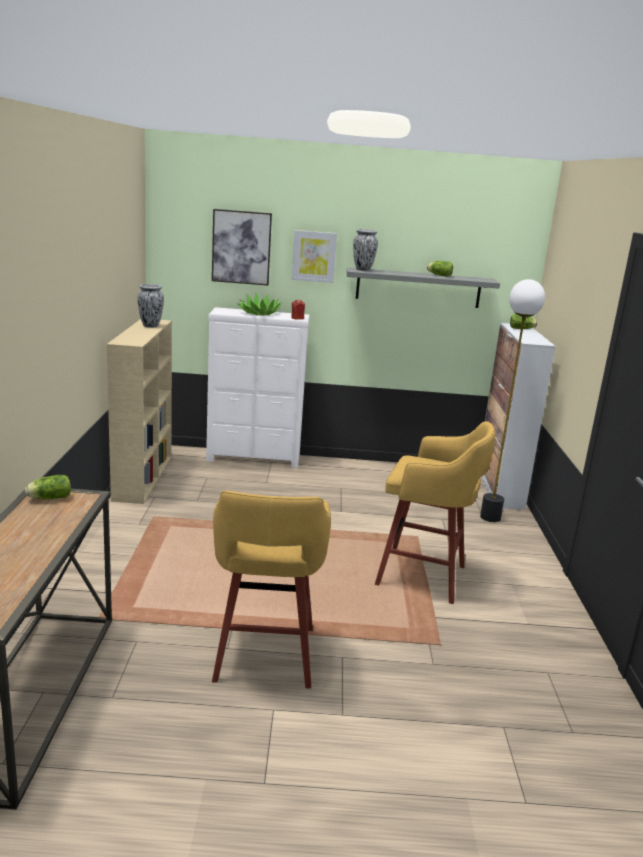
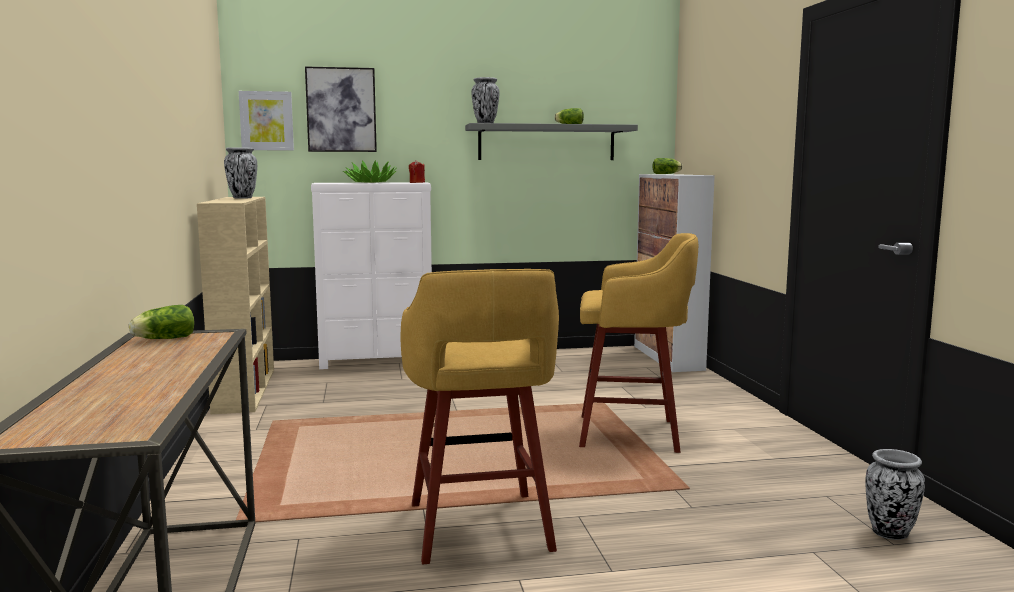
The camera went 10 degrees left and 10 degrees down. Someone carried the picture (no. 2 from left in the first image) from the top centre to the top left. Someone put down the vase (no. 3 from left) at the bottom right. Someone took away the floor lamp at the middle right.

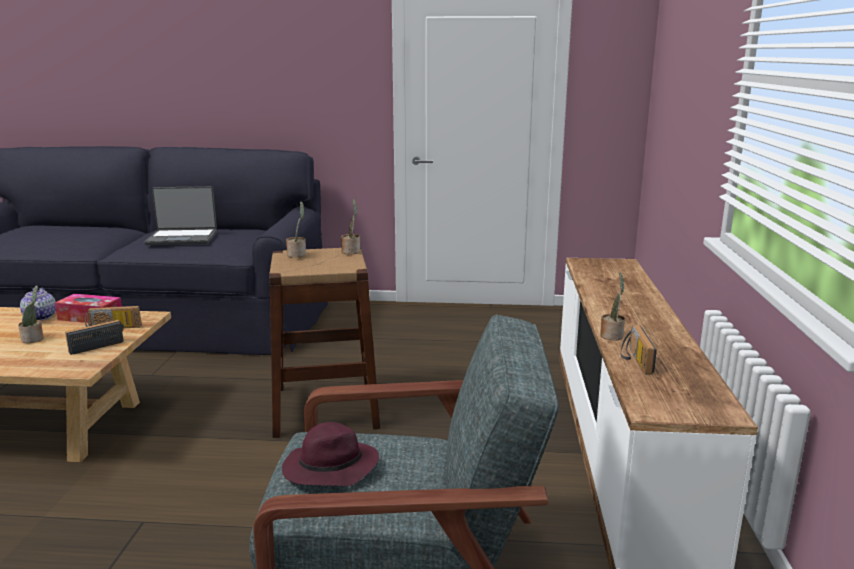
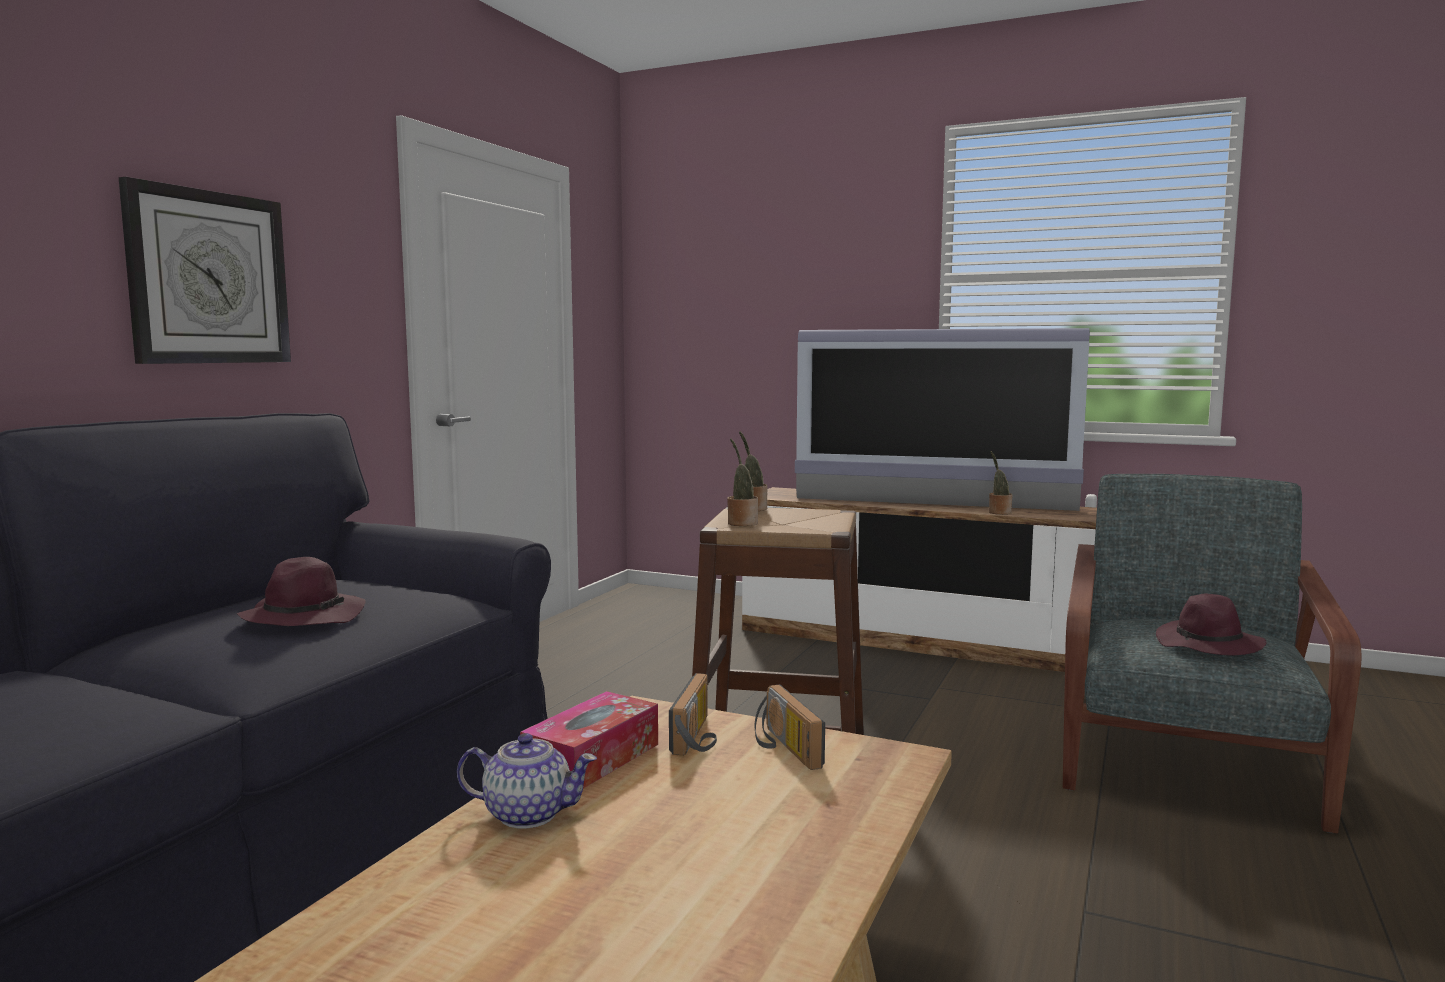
The camera went 70 degrees left and 10 degrees down. Someone put up the wall clock at the top left. Someone swapped the laptop at the middle left for the purple hat (no. 1 from left) at the middle left. Someone put down the television at the centre. Someone took away the potted plant (no. 1 from left) at the middle left. Someone took away the radio (no. 3 from left) at the middle right.

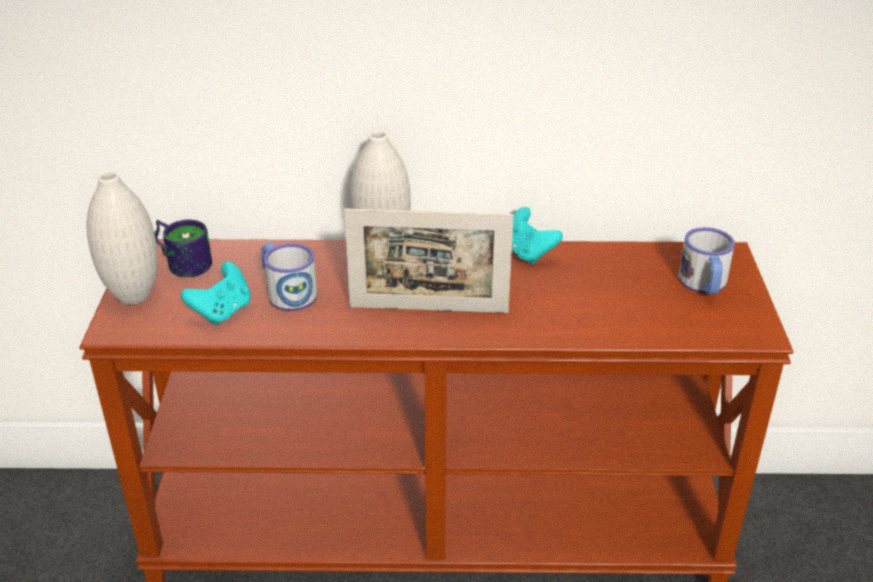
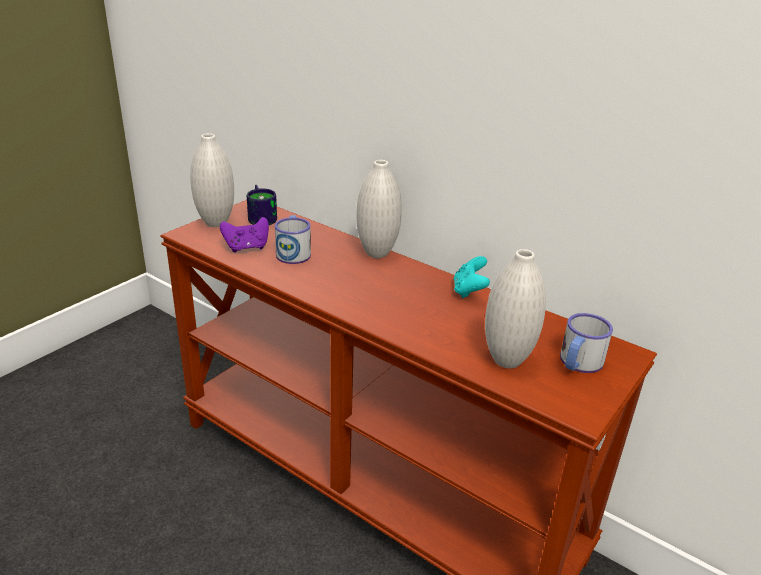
The camera went 35 degrees right and 5 degrees down. Someone repainted the turquoise game controller (no. 1 from left) at the middle left, which became the purple game controller at the middle left. Someone put down the white vase (no. 3 from left) at the middle right. Someone took away the picture frame at the centre.

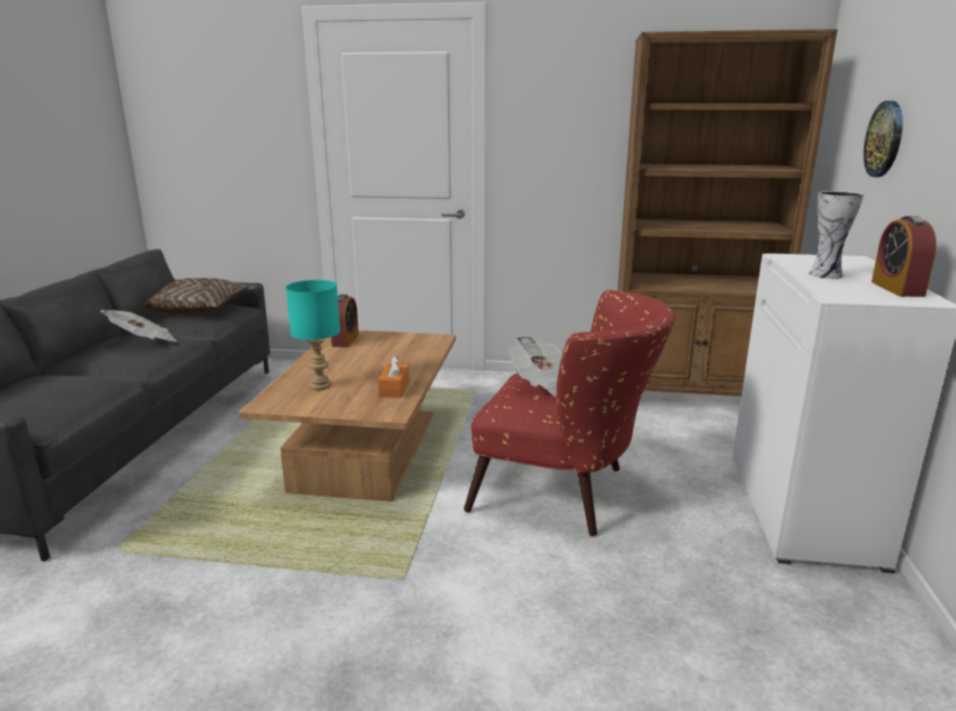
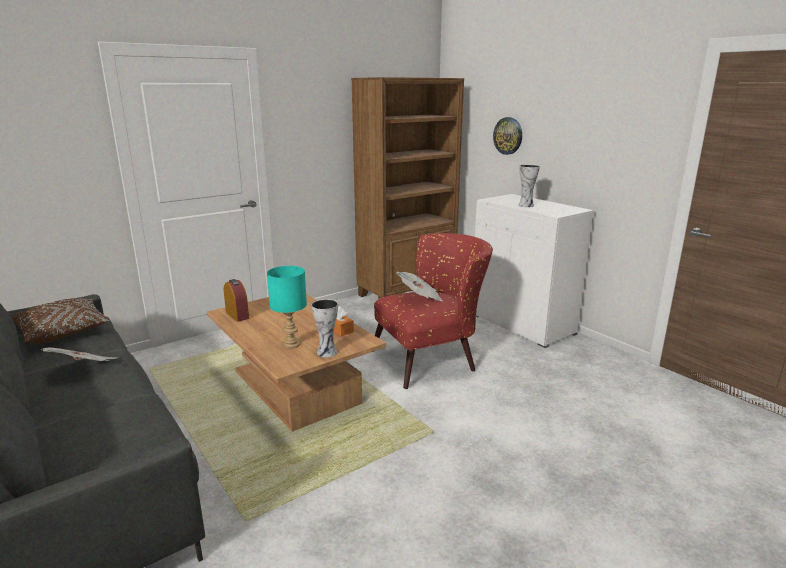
The camera went 45 degrees left and 0 degrees up. Someone put down the vase (no. 1 from left) at the centre. Someone took away the alarm clock (no. 2 from left) at the middle right.

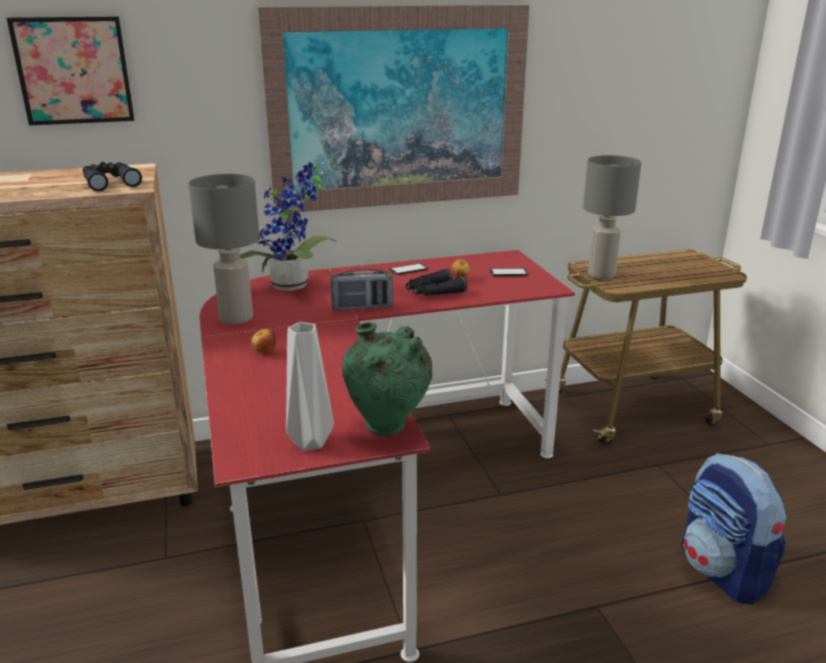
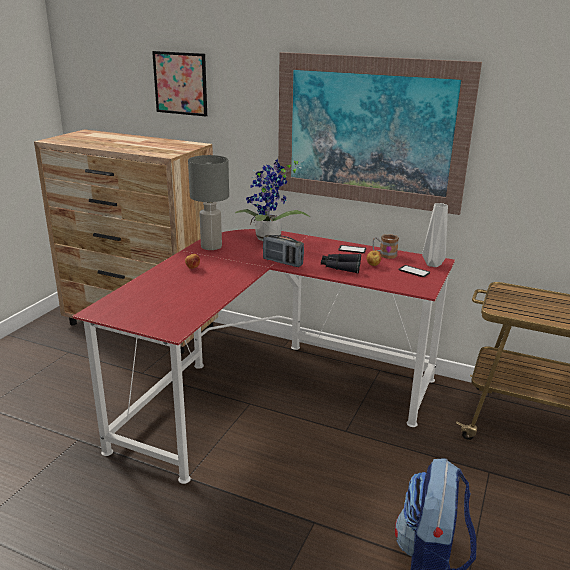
The camera went 40 degrees right and 0 degrees up. Someone put down the mug at the middle right. Someone carried the grey vase from the centre to the middle right. Someone took away the black binoculars (no. 1 from left) at the top left. Someone took away the green vase at the centre. Someone took away the grey table lamp (no. 2 from left) at the top right.

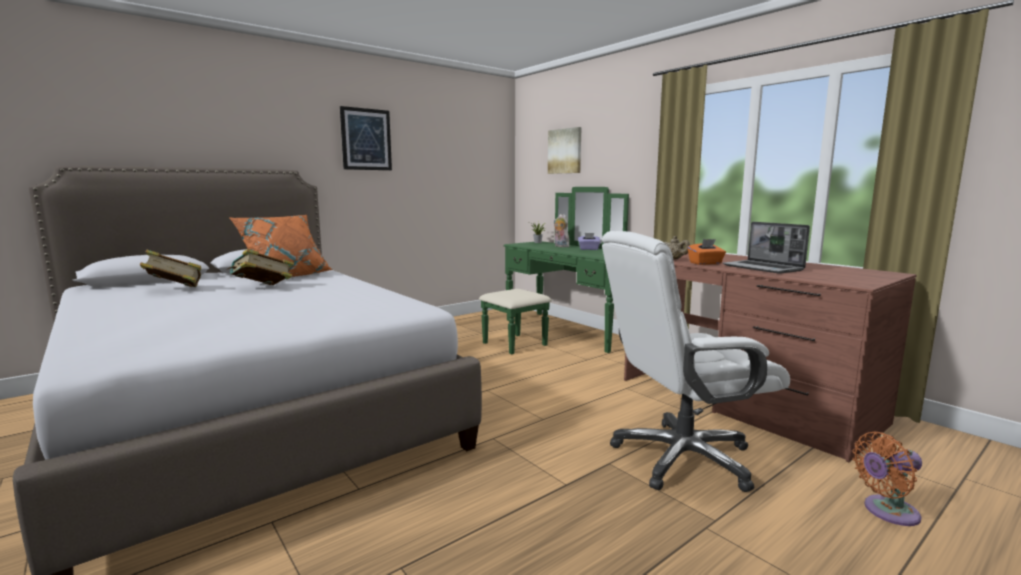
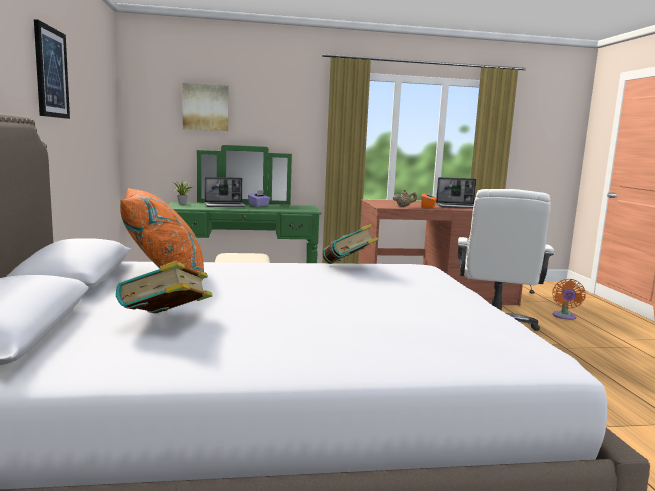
The camera went 60 degrees left and 0 degrees up. Someone swapped the plush toy at the centre for the laptop (no. 1 from left) at the centre. Someone carried the book (no. 2 from left) from the middle left to the centre.

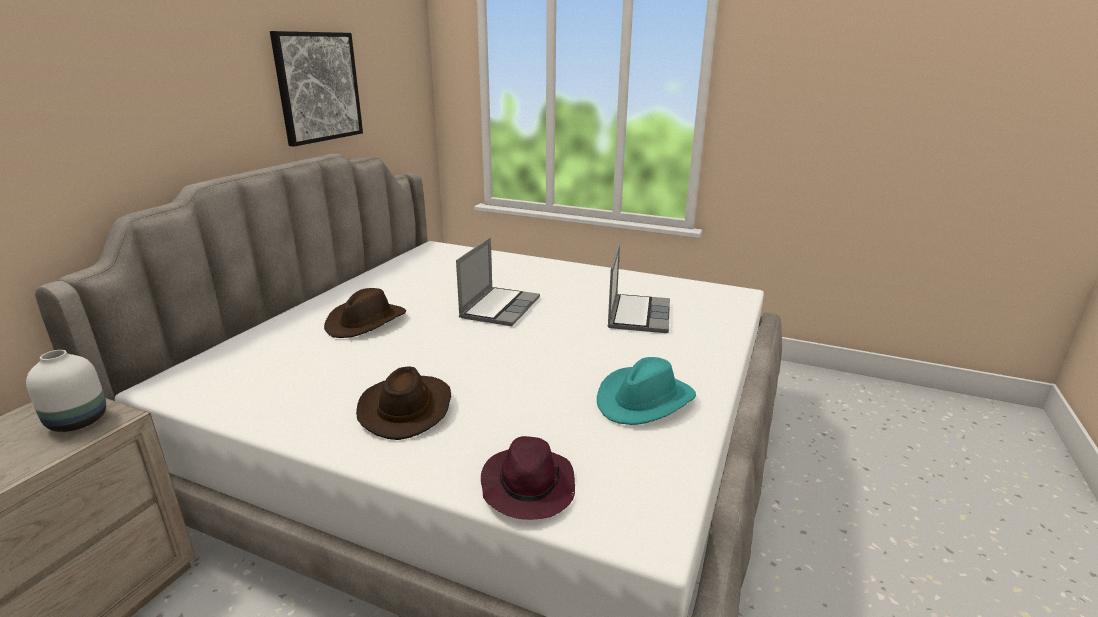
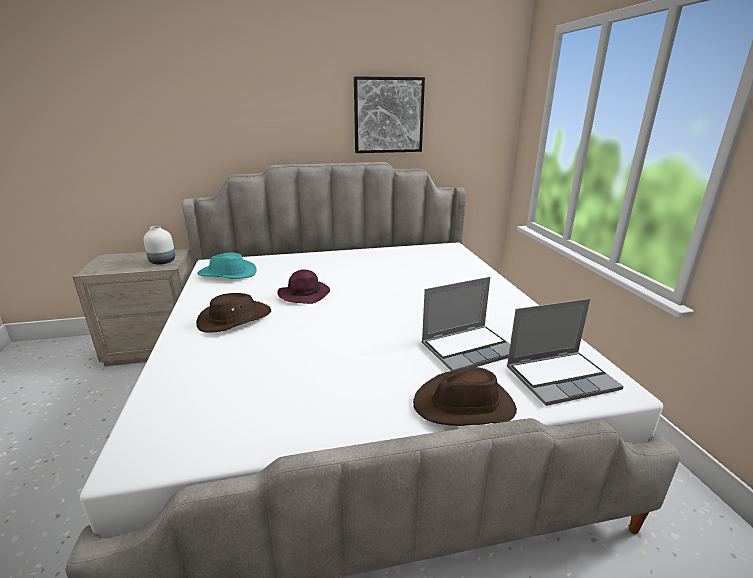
The camera went 55 degrees right and 0 degrees up. Someone carried the turquoise hat from the centre to the middle left. Someone carried the purple hat from the bottom centre to the centre. Someone carried the brown hat (no. 1 from left in the first image) from the middle left to the bottom centre. Someone carried the laptop (no. 1 from left in the first image) from the centre to the middle right.

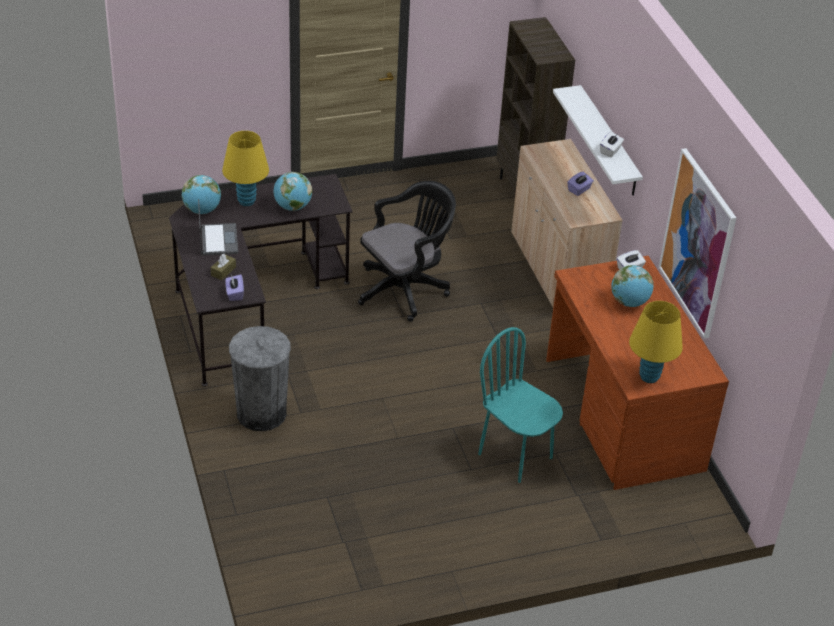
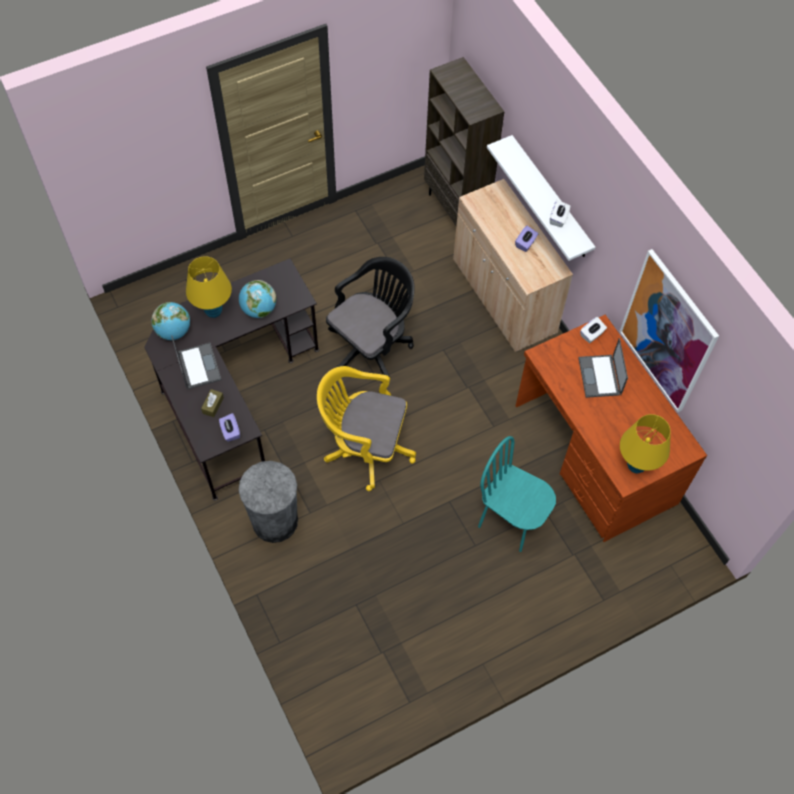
The camera went 10 degrees left and 20 degrees up. Someone put down the yellow office chair at the centre. Someone swapped the globe (no. 3 from left) at the middle right for the laptop (no. 2 from left) at the middle right.

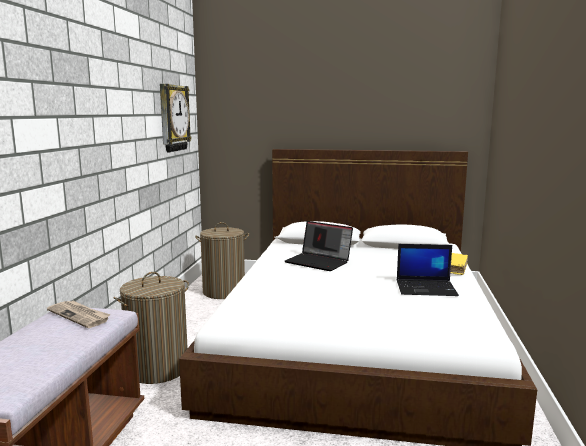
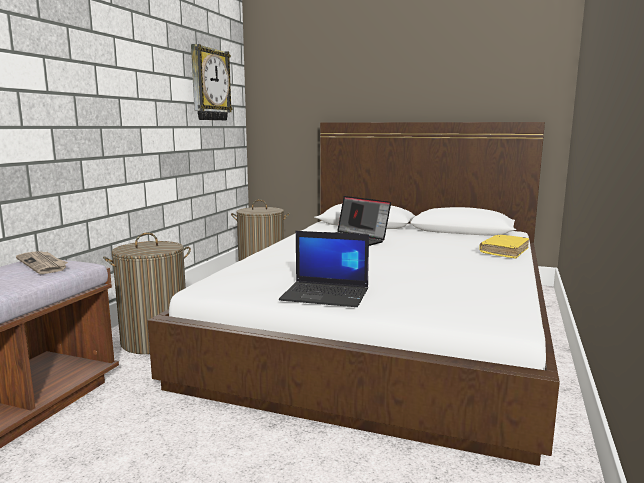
The camera went 10 degrees right and 0 degrees up. Someone carried the laptop (no. 2 from left in the first image) from the middle right to the centre.

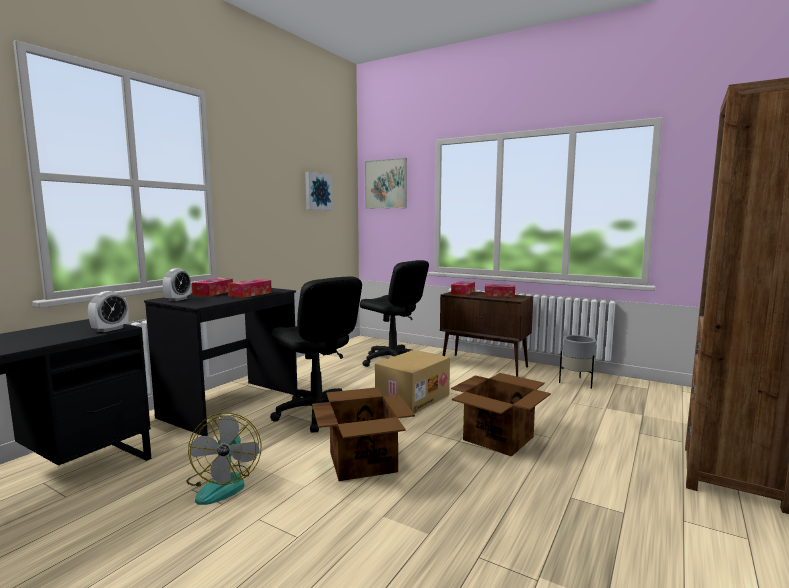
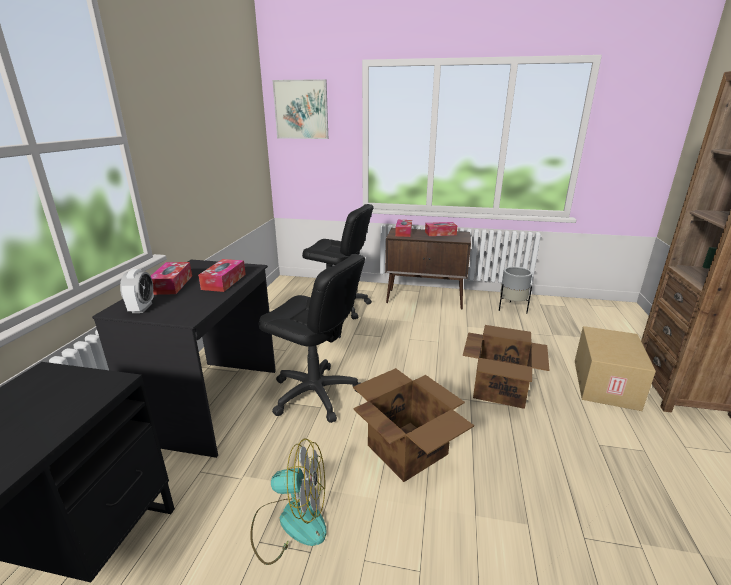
The camera went 20 degrees left and 15 degrees up. Someone rotated the fan at the bottom left by 60 degrees counterclockwise. Someone carried the cardboard box (no. 2 from left in the first image) from the centre to the middle right. Someone took away the alarm clock (no. 1 from left) at the middle left. Someone took away the picture (no. 1 from left) at the top centre.

